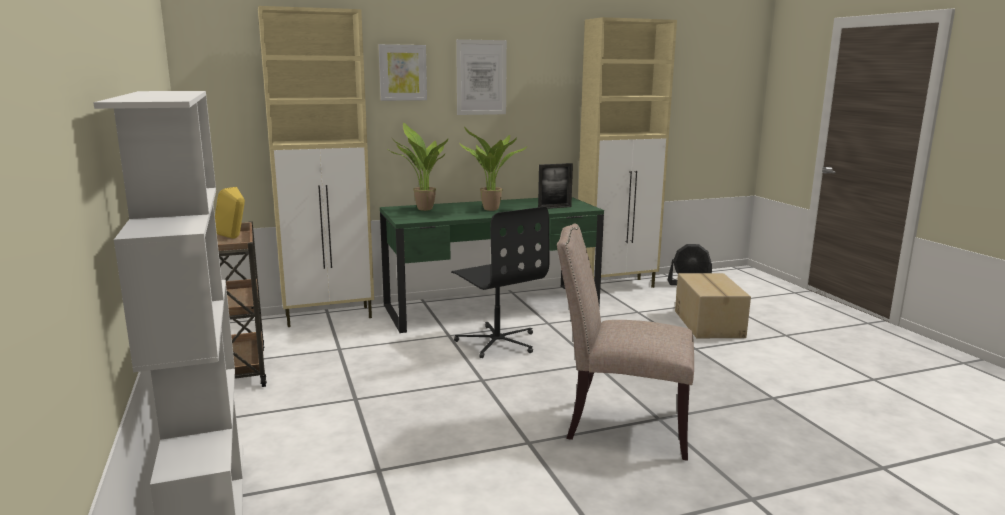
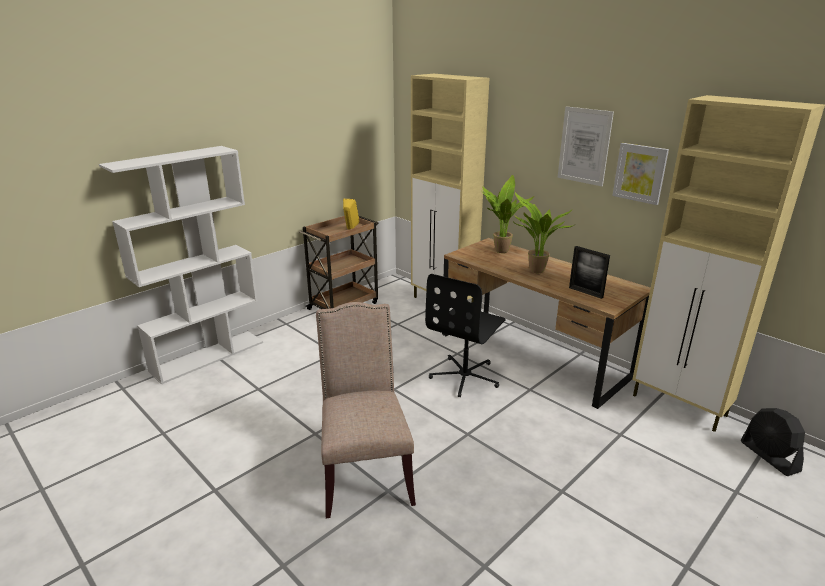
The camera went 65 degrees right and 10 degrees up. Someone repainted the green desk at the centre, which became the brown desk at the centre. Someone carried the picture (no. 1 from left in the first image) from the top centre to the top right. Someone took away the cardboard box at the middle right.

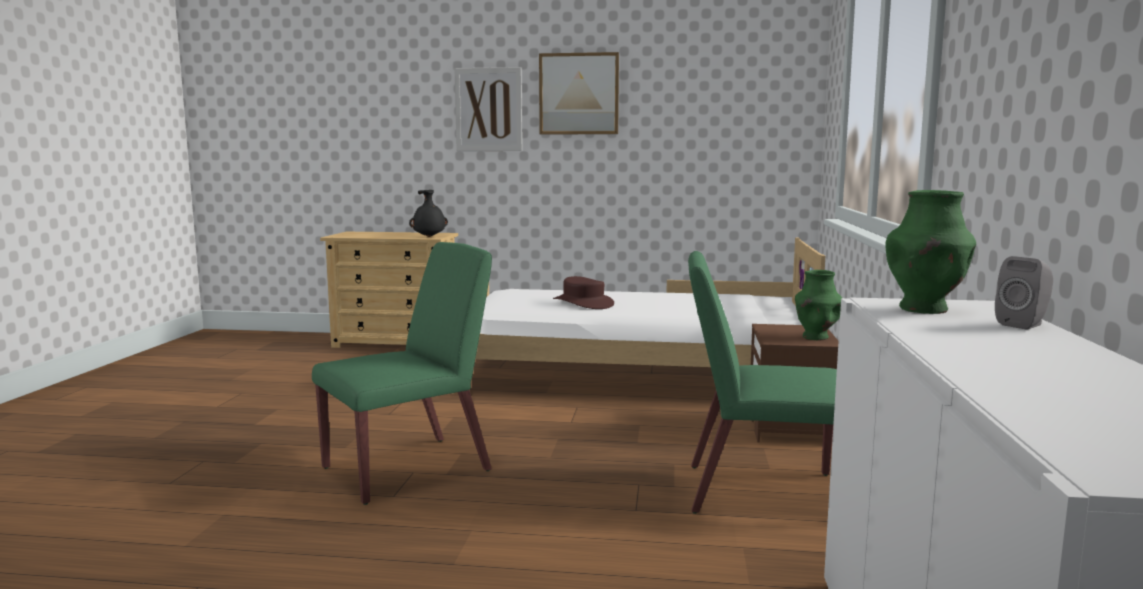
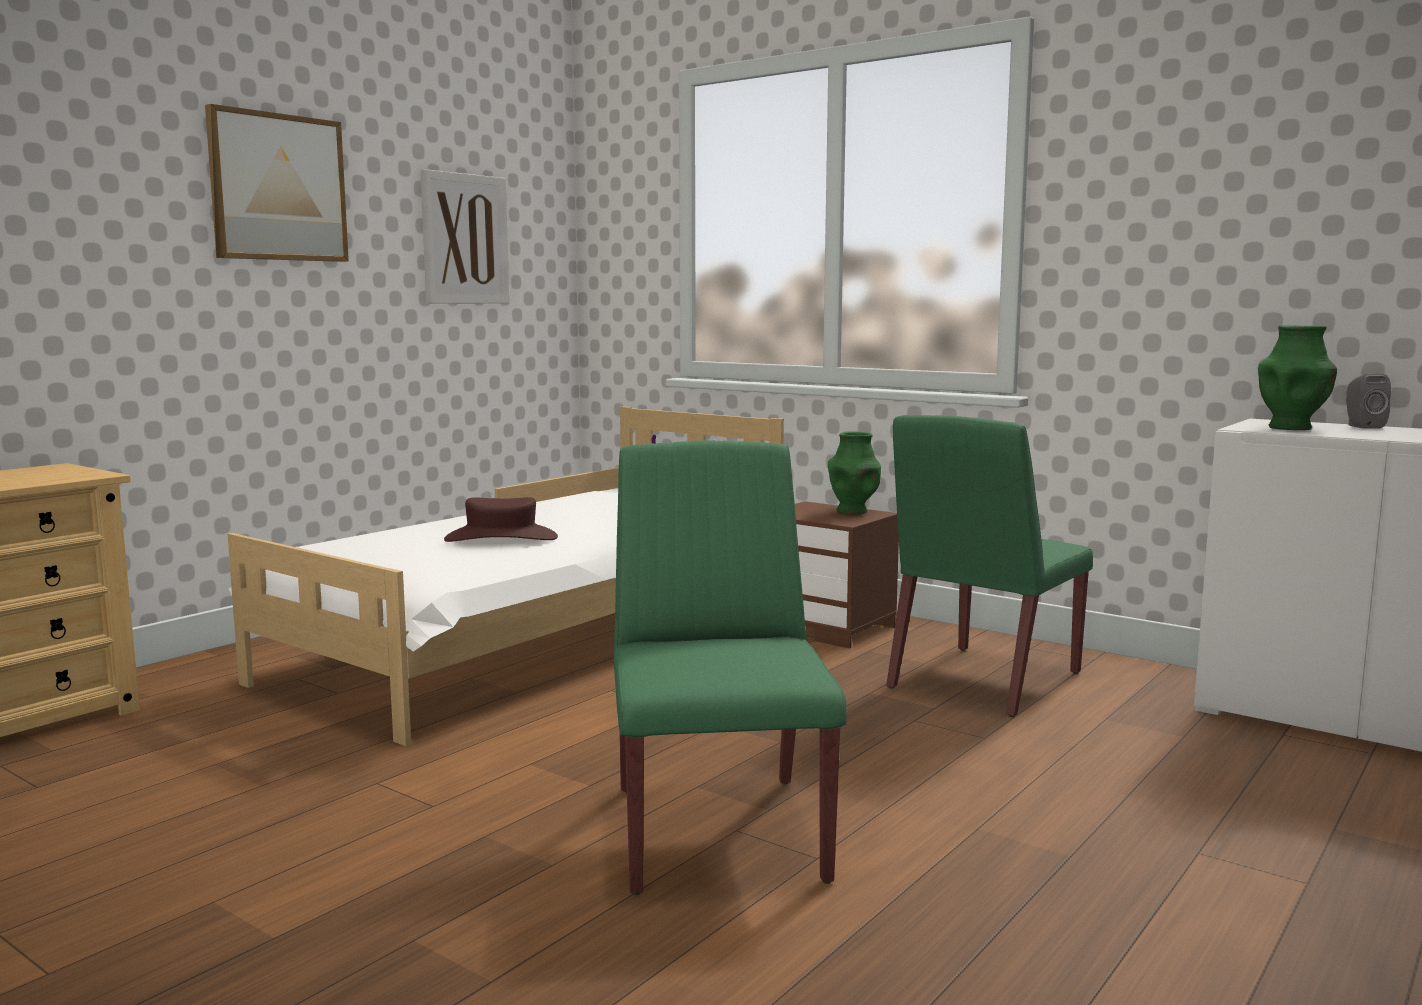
The camera went 60 degrees left and 0 degrees up. Someone carried the picture (no. 1 from left in the first image) from the top centre to the top left. Someone took away the black vase at the centre.

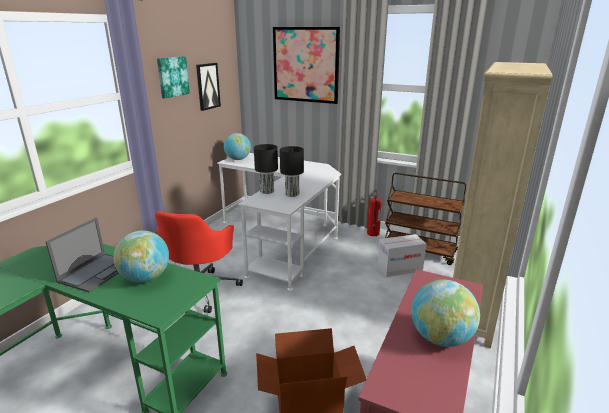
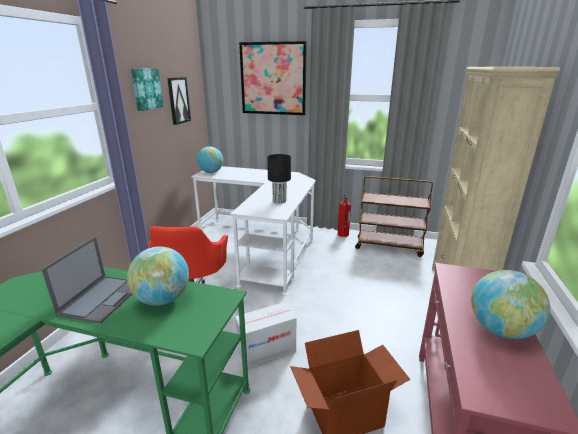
The camera went 10 degrees left and 0 degrees up. Someone carried the cardboard box (no. 2 from left in the first image) from the centre to the bottom centre. Someone took away the black table lamp (no. 1 from left) at the centre.

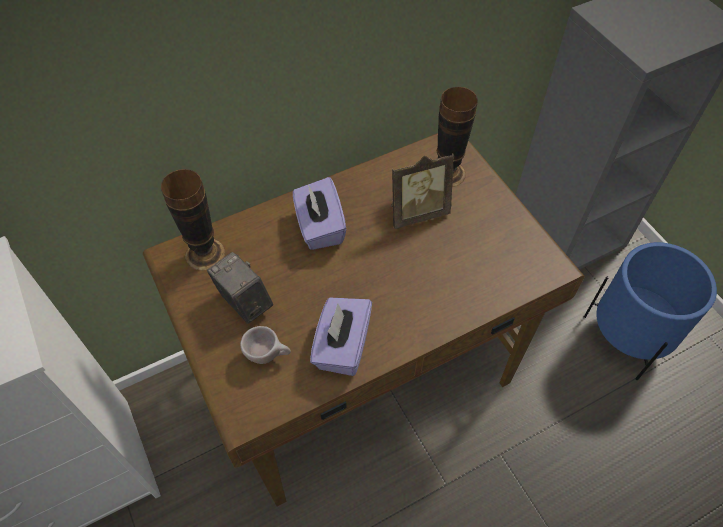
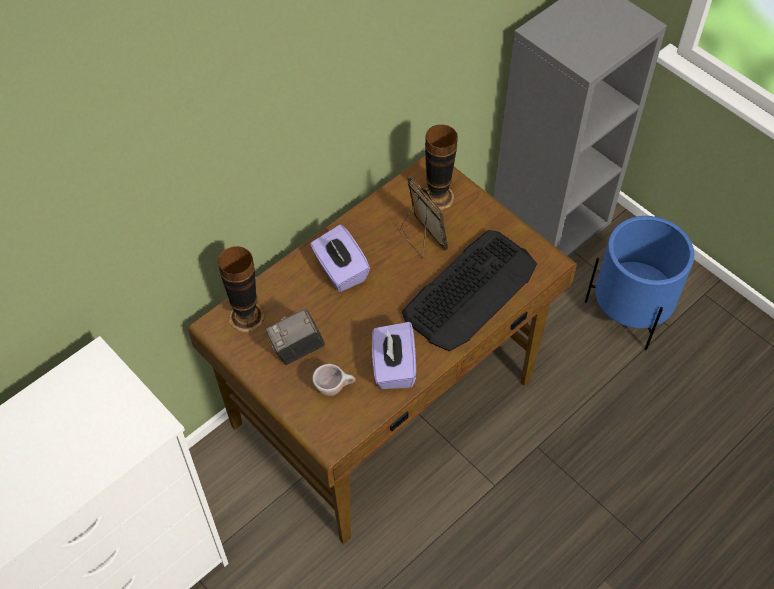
The camera went 15 degrees left and 0 degrees up. Someone rotated the photo camera at the middle left by 60 degrees counterclockwise. Someone rotated the picture frame at the centre by 90 degrees counterclockwise. Someone put down the keyboard at the centre.

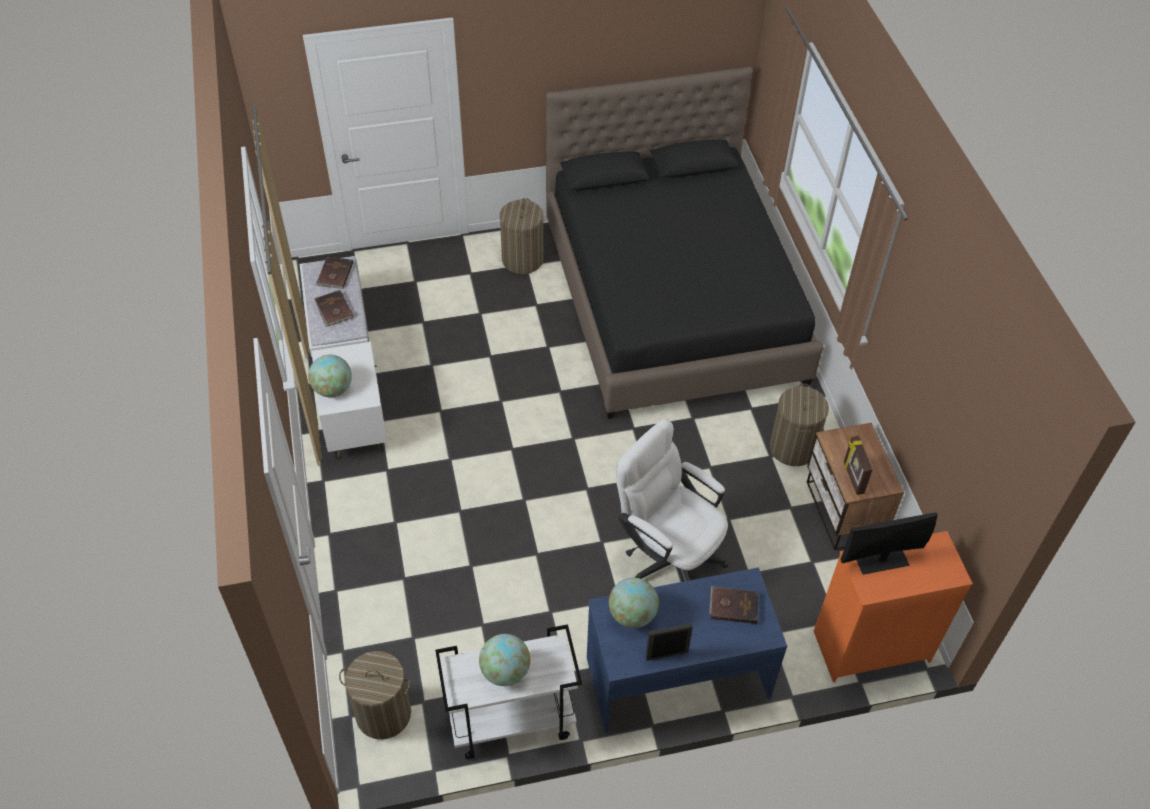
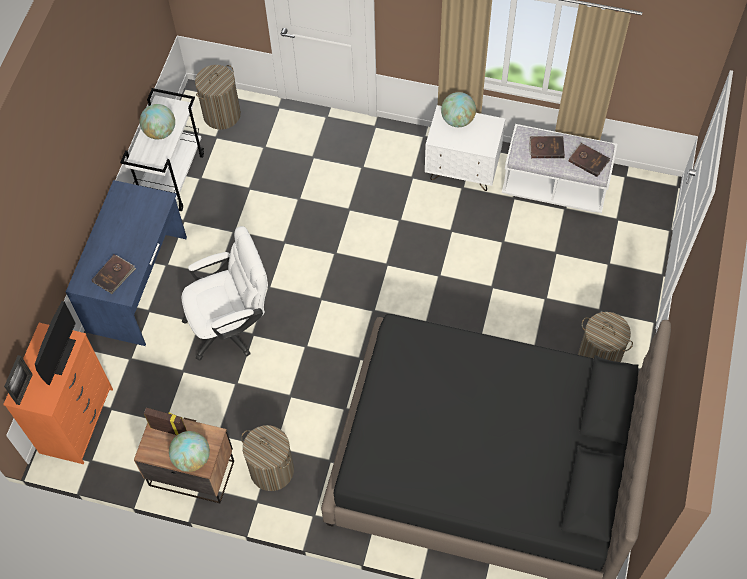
The camera went 120 degrees right and 10 degrees up. Someone carried the picture frame (no. 1 from left) from the bottom centre to the middle left. Someone carried the globe (no. 3 from left in the first image) from the bottom centre to the bottom left.

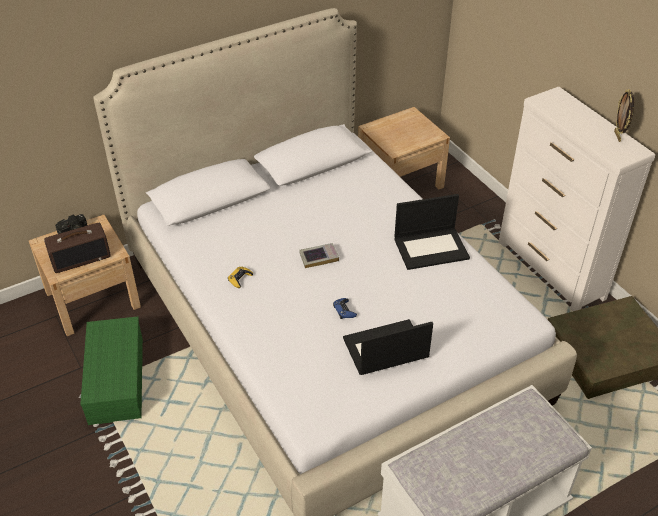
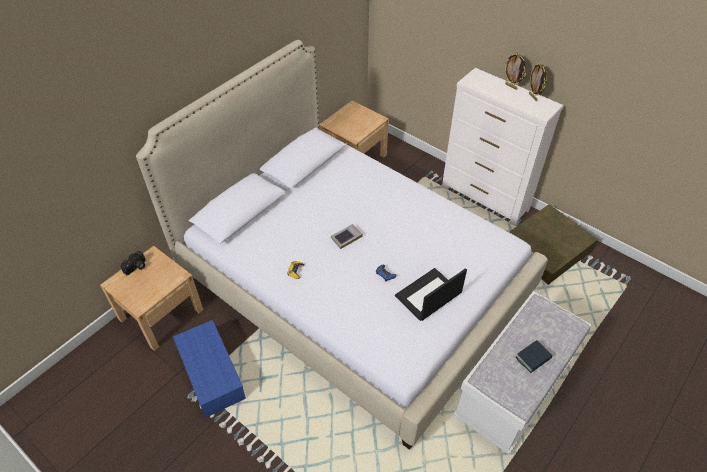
The camera went 20 degrees left and 5 degrees up. Someone repainted the green storage box at the bottom left, which became the blue storage box at the bottom left. Someone put down the picture frame (no. 1 from left) at the top right. Someone put down the book (no. 2 from left) at the bottom right. Someone took away the radio at the middle left. Someone took away the laptop (no. 2 from left) at the centre.

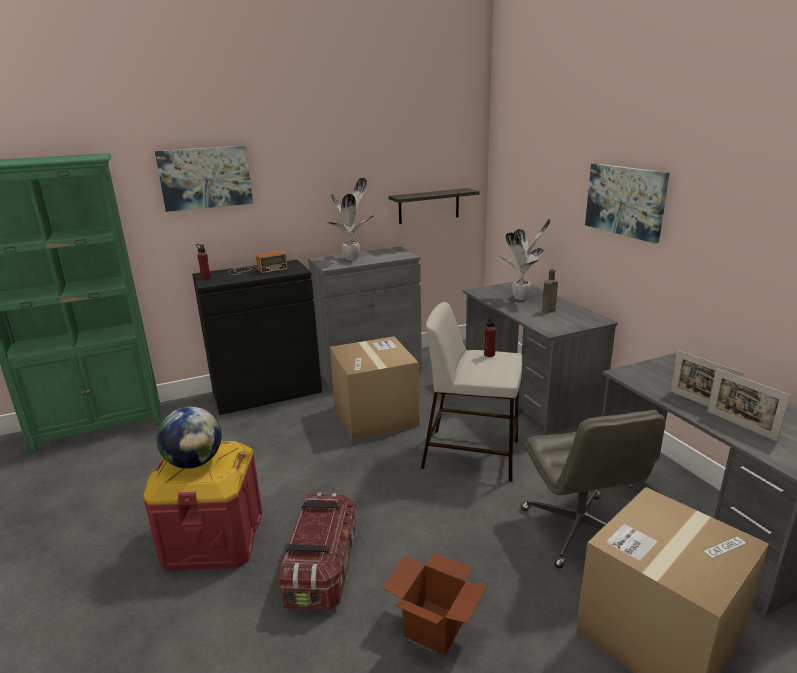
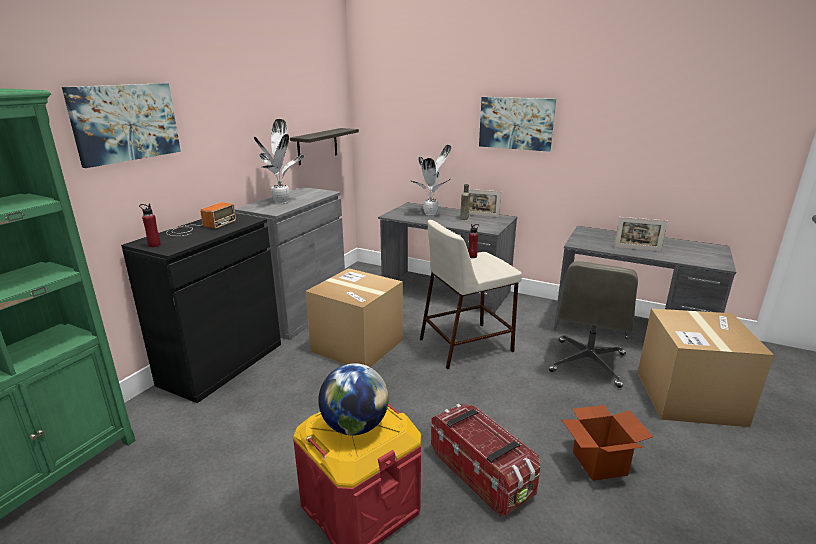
The camera went 40 degrees left and 0 degrees up. Someone carried the picture frame (no. 2 from left in the first image) from the middle right to the centre. Someone rotated the grey office chair at the bottom right by 75 degrees clockwise.

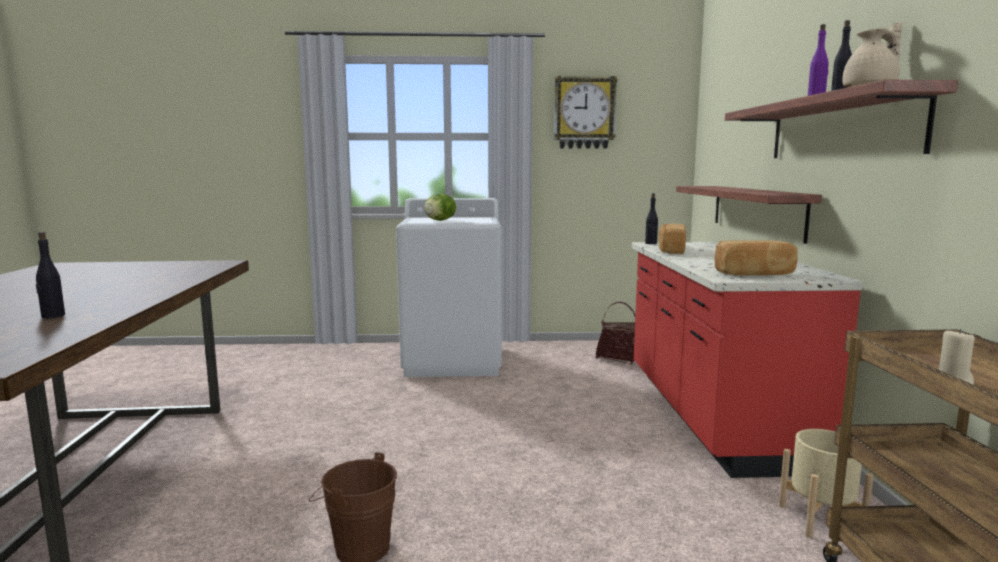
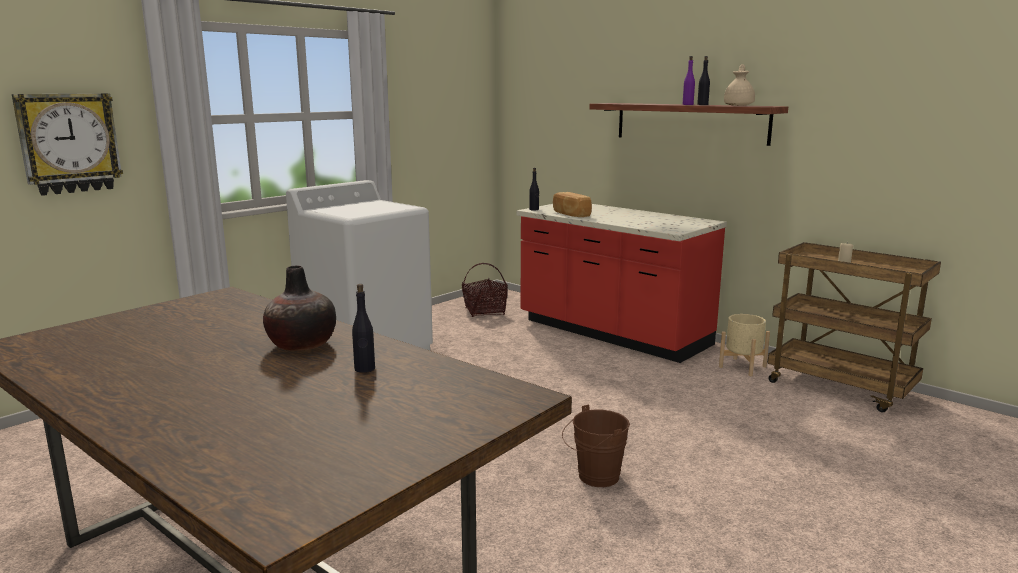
The camera went 45 degrees left and 5 degrees up. Someone carried the wall clock from the top centre to the top left. Someone put down the vase at the middle left. Someone took away the lettuce at the centre. Someone took away the shelf (no. 1 from left) at the middle right. Someone took away the bread (no. 2 from left) at the middle right.

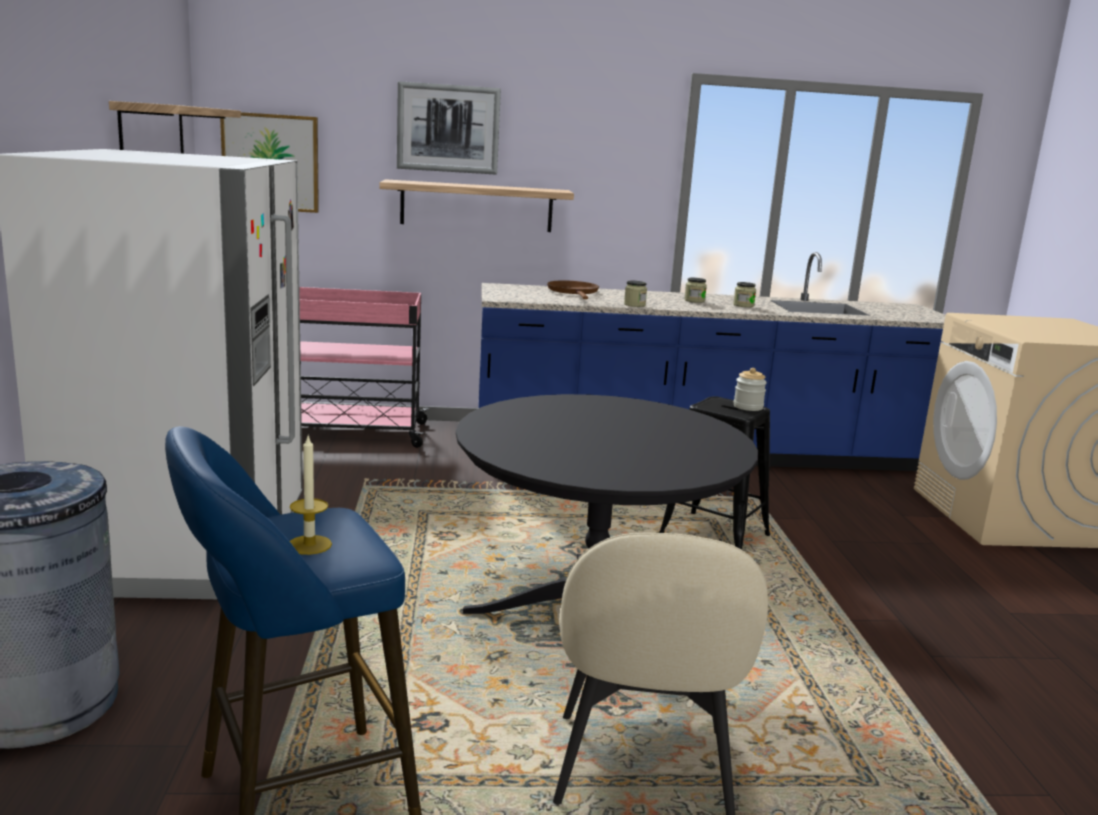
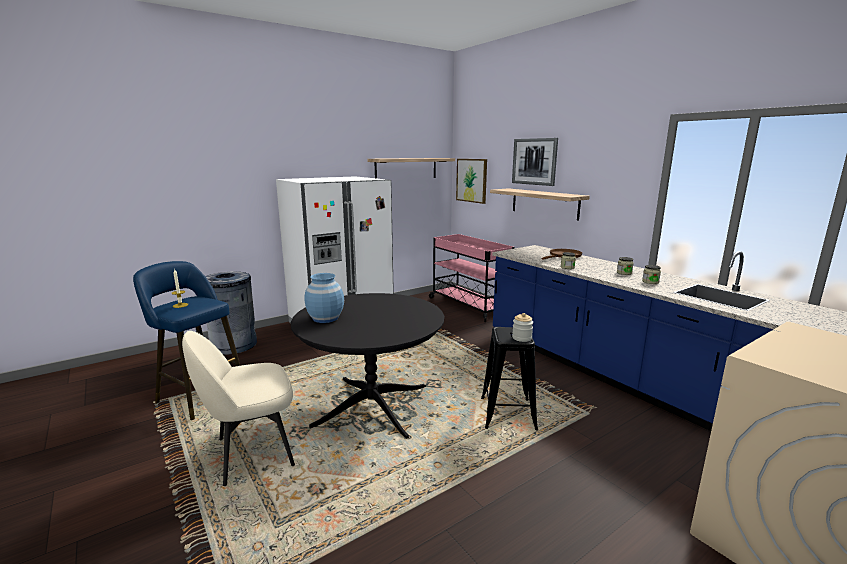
The camera went 60 degrees right and 0 degrees up. Someone put down the blue vase at the centre.

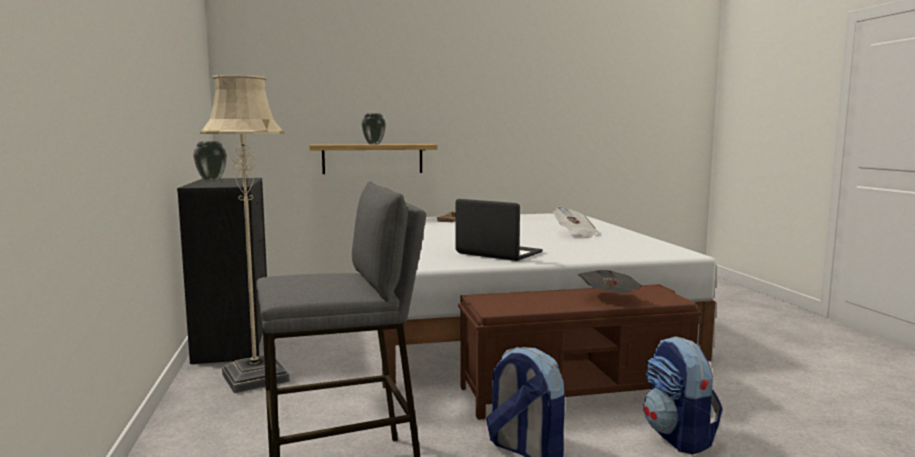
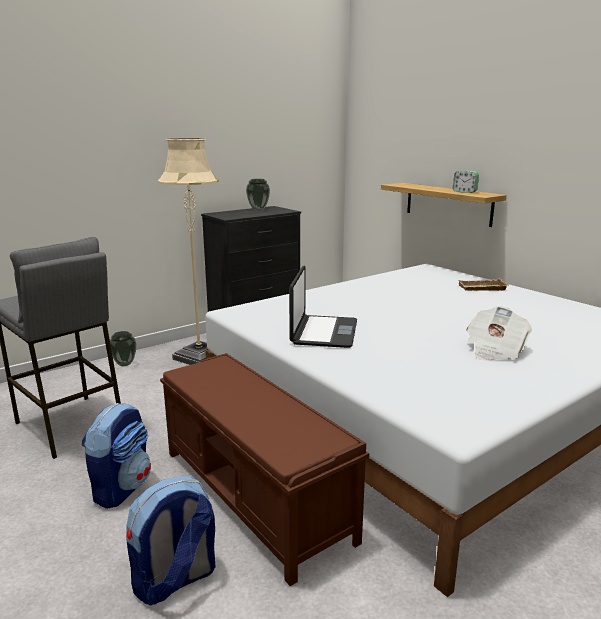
The camera went 65 degrees right and 10 degrees up. Someone carried the vase (no. 2 from left in the first image) from the top centre to the middle left. Someone put down the alarm clock at the top right. Someone took away the newspaper (no. 2 from left) at the middle right.

